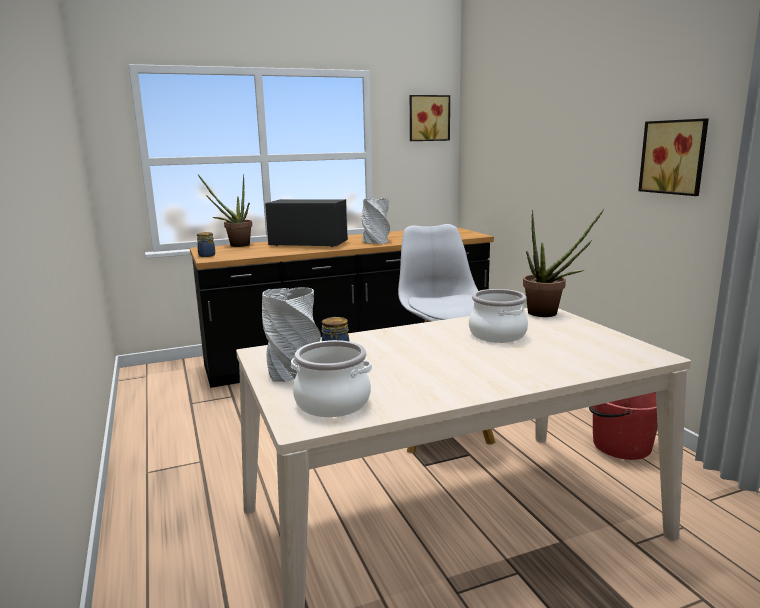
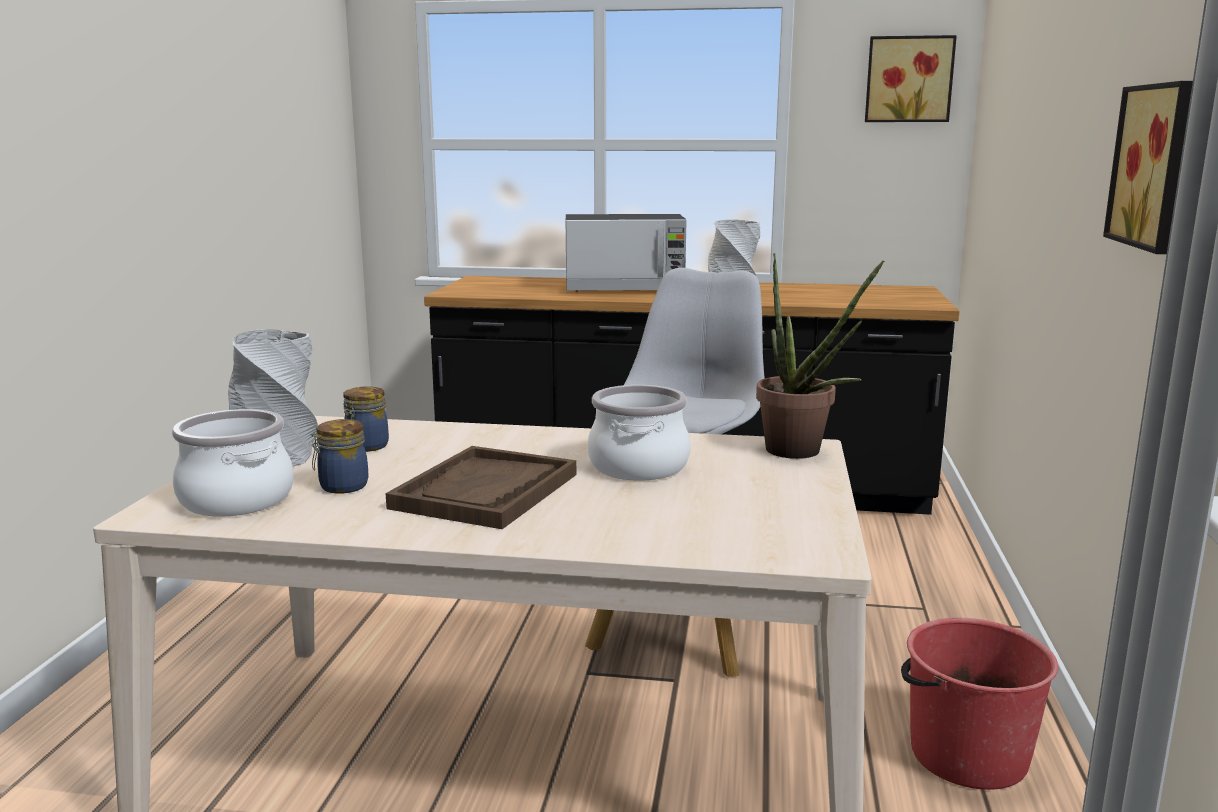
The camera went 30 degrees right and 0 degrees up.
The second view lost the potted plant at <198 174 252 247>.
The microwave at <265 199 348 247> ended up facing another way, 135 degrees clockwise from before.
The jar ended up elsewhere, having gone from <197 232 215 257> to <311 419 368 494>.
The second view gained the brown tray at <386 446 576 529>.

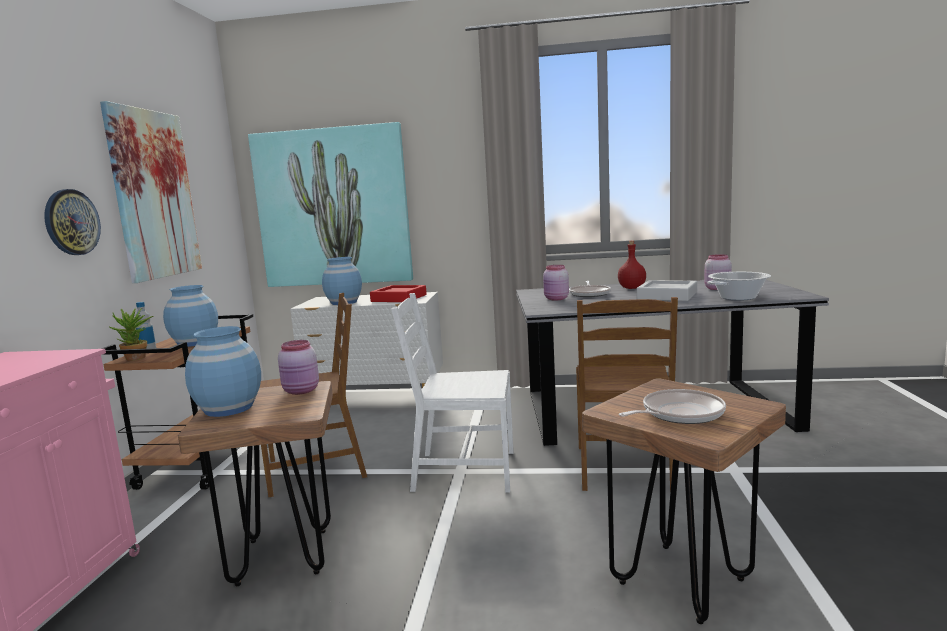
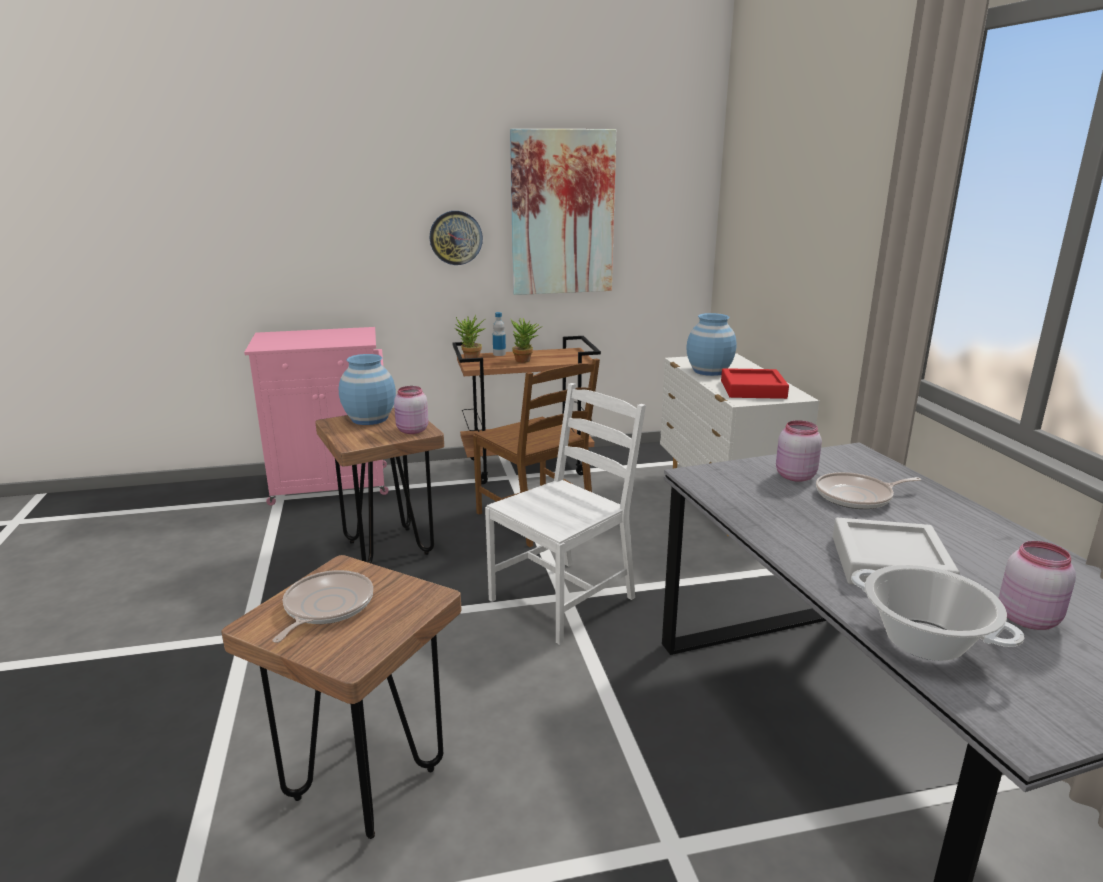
The camera went 70 degrees right and 10 degrees up.
The second view lost the picture at <248 122 413 287>.
The second view lost the red bottle at <618 241 646 289>.
Where the blue vase stood at <163 285 218 347>, the potted plant came to stand at <511 318 543 363>.
The white chair at <391 293 513 493> ended up facing another way, 60 degrees clockwise from before.
The second view lost the brown chair at <576 297 678 492>.
The frying pan at <618 389 726 424> ended up facing another way, 120 degrees counterclockwise from before.

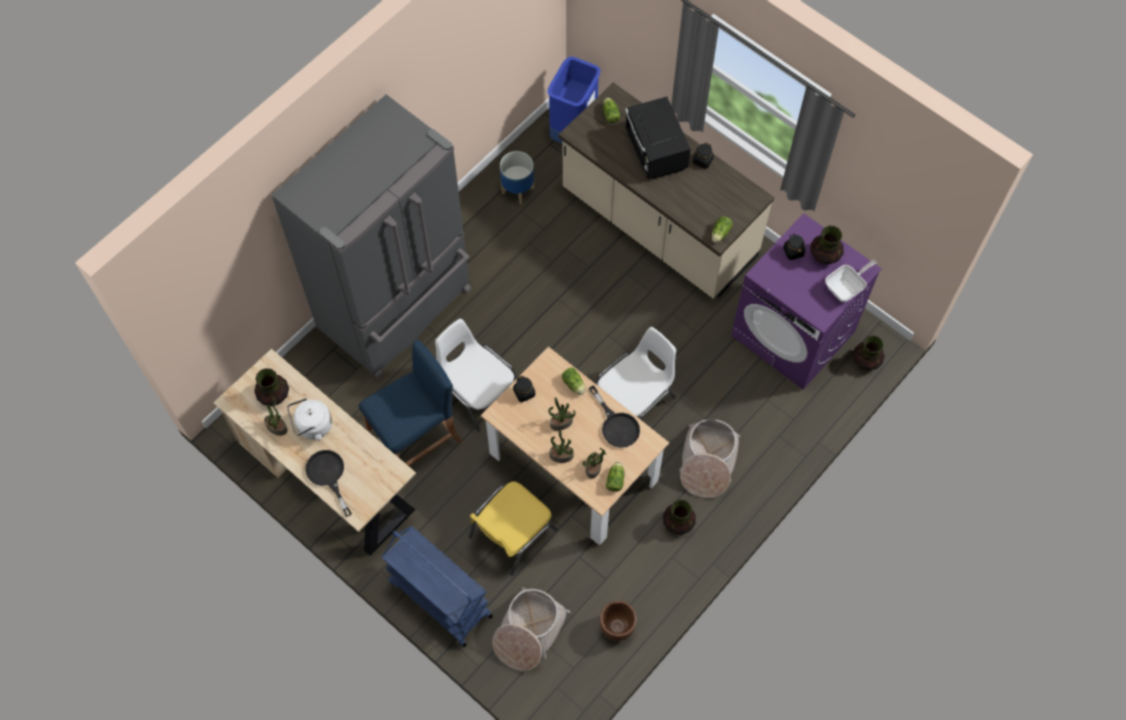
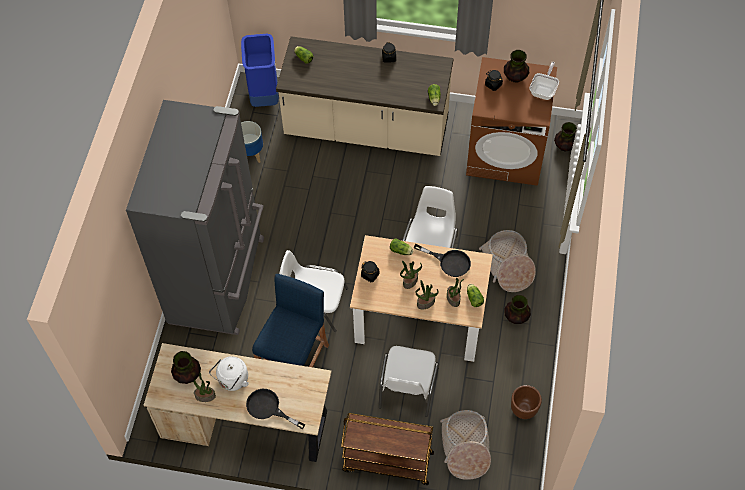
The camera went 30 degrees left and 5 degrees down.
The second view lost the black microwave at <625 97 691 179>.
What was the purple washing machine at <731 213 882 390> turned into the brown washing machine at <466 57 557 186>.
What was the yellow chair at <469 481 559 576> turned into the white chair at <379 346 439 417>.
What was the blue cart at <381 526 493 647> turned into the brown cart at <341 413 434 485>.

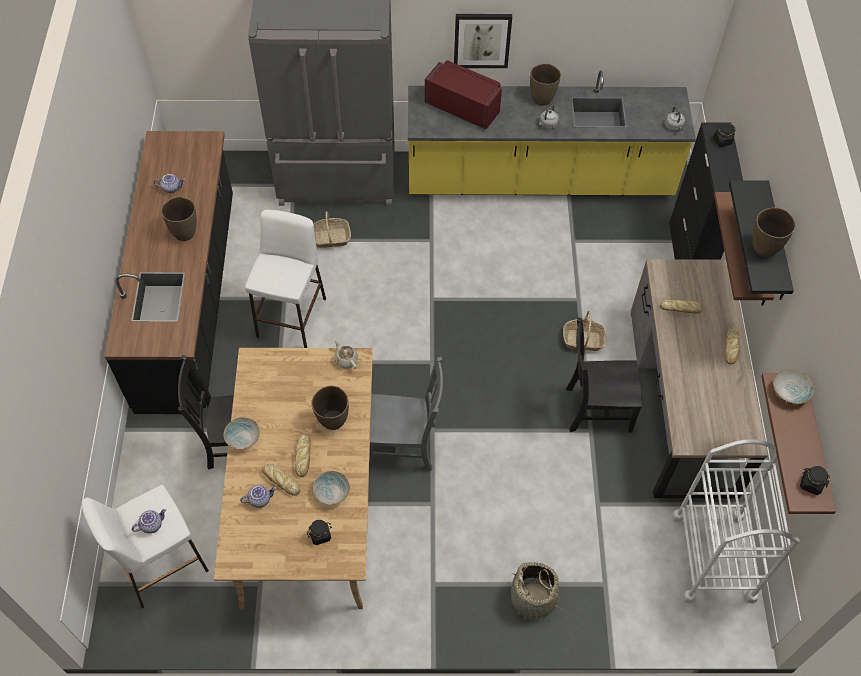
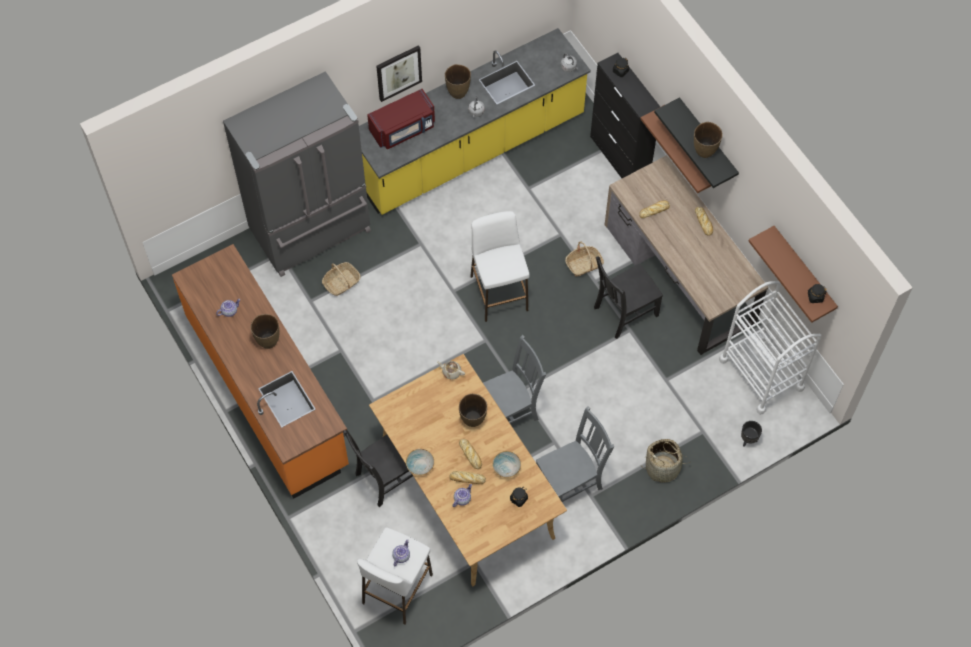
The camera went 30 degrees left and 5 degrees up.
The red microwave at <425 60 502 130> ended up facing another way, 150 degrees clockwise from before.
What was the black counter at <104 131 233 414> turned into the orange counter at <172 244 349 499>.
The white stool ended up elsewhere, having gone from <245 210 326 348> to <470 211 530 322>.
The second view lost the bowl at <774 369 814 404>.
The second view gained the grey chair at <536 406 614 502>.
The second view gained the black planter at <741 421 762 447>.

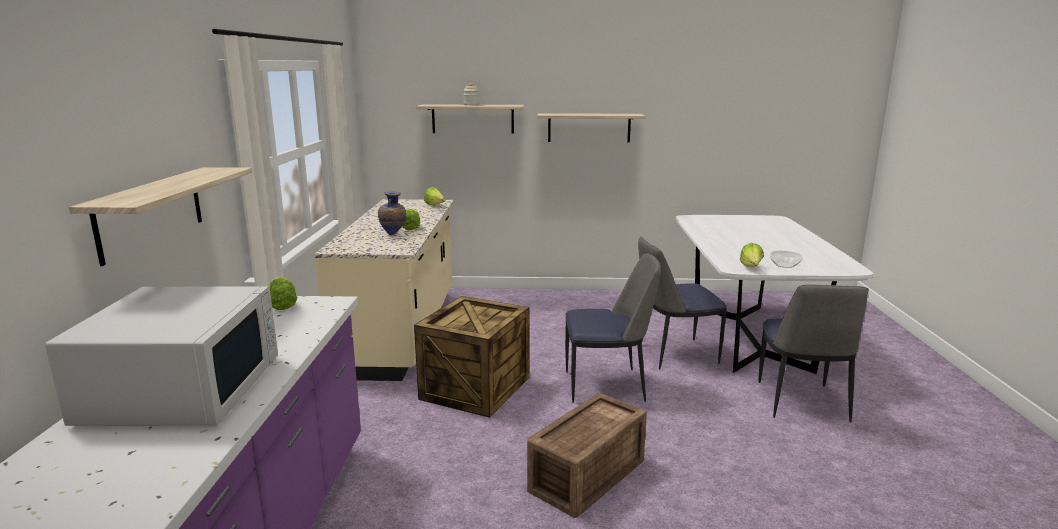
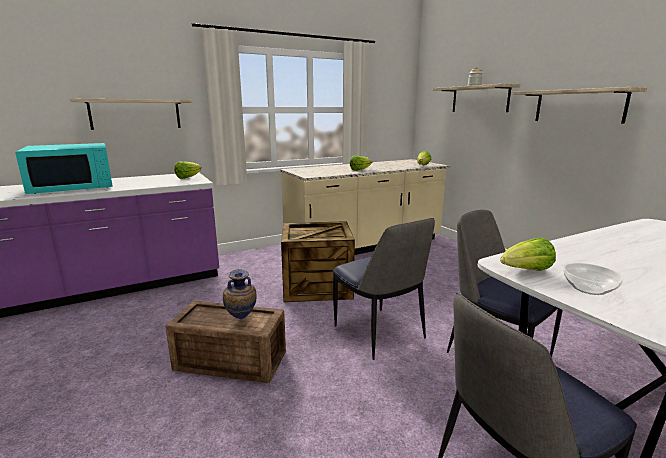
The camera went 60 degrees right and 0 degrees up.
The vase ended up elsewhere, having gone from <378 191 406 235> to <223 269 256 319>.
What was the white microwave at <45 287 278 426> turned into the turquoise microwave at <15 143 112 194>.

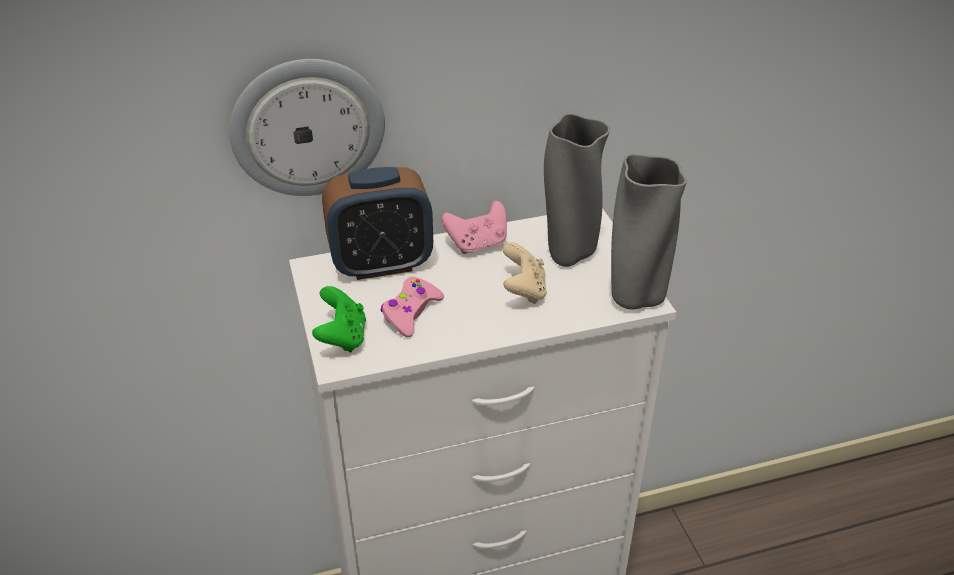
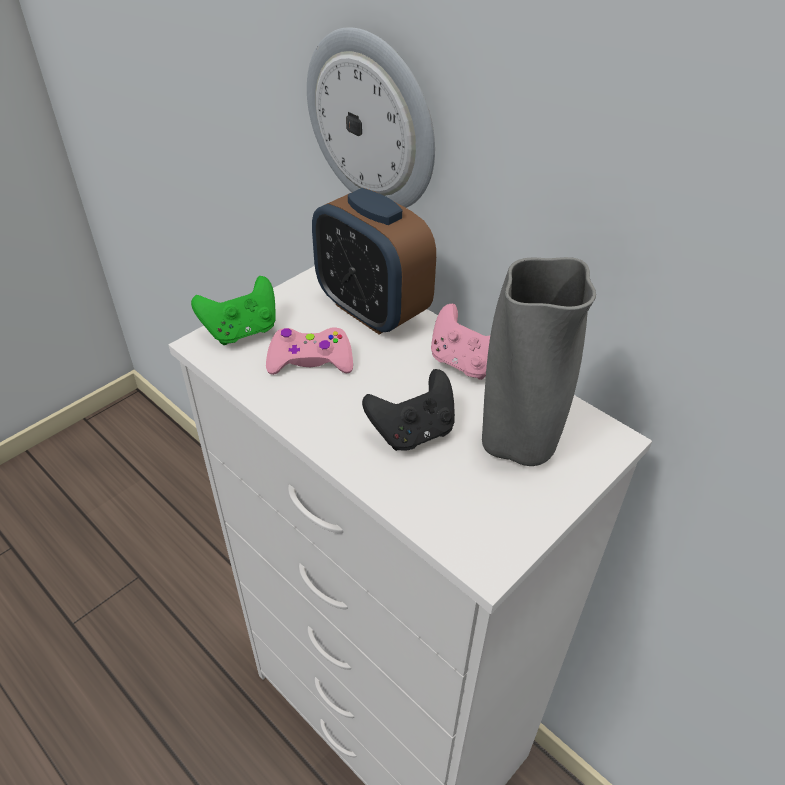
The camera went 60 degrees right and 5 degrees up.
The second view lost the grey vase at <611 154 687 310>.
What was the beige game controller at <503 242 547 304> turned into the black game controller at <362 369 455 451>.

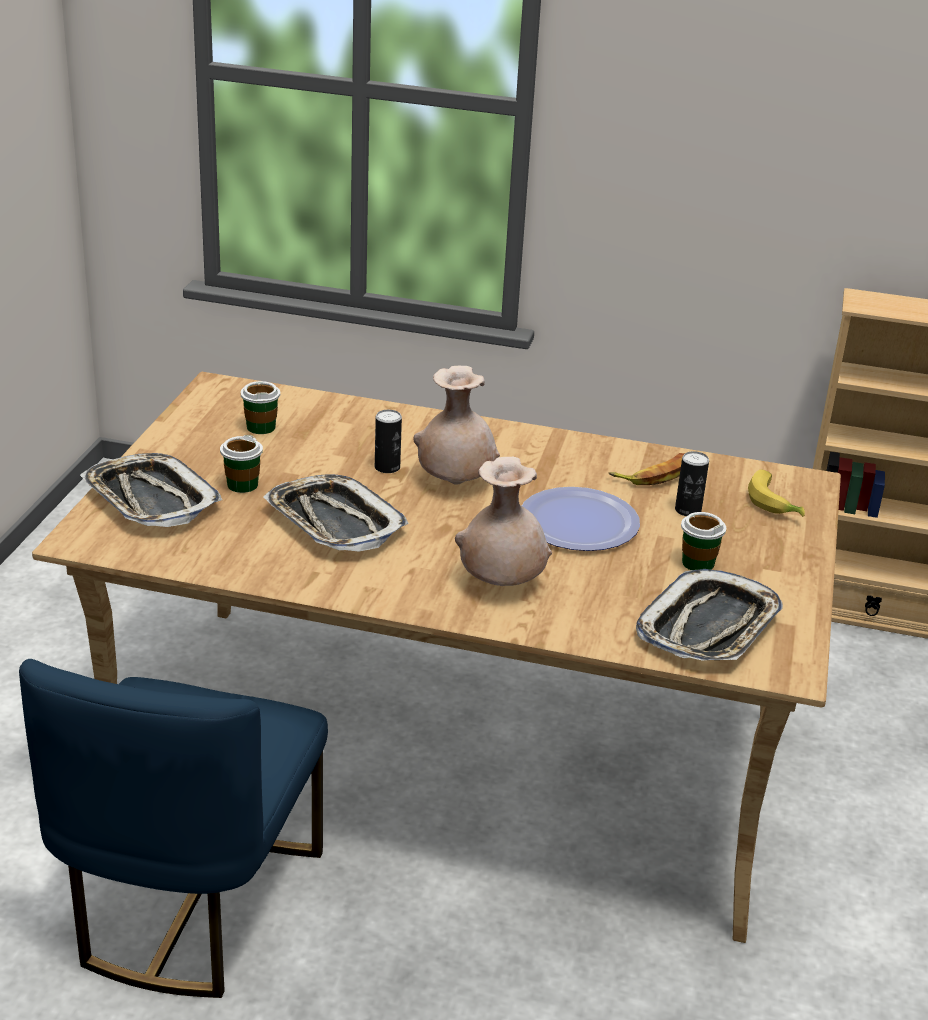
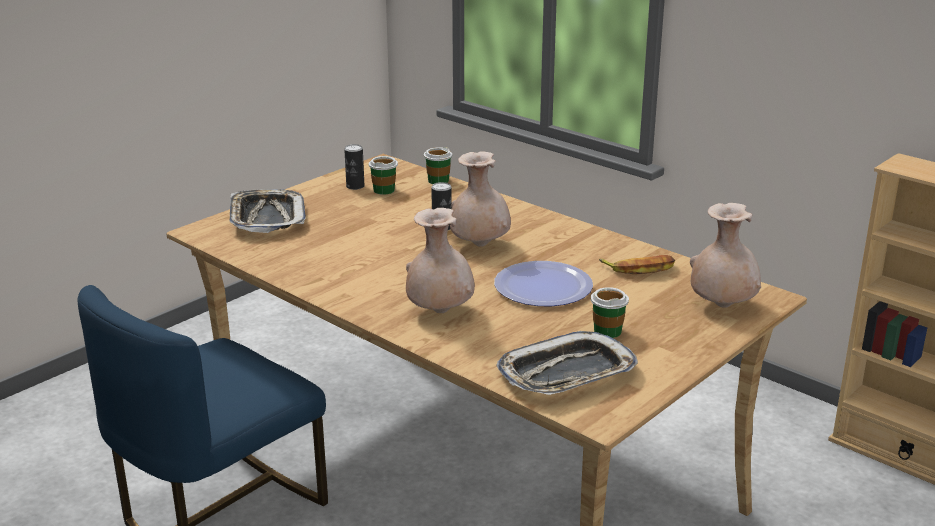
The camera went 30 degrees right and 5 degrees down.
The cup ended up elsewhere, having gone from <220 435 263 493> to <424 147 452 184>.
The can ended up elsewhere, having gone from <675 451 709 516> to <344 144 365 190>.
Where the banana stood at <748 470 805 517>, the beige vase came to stand at <690 203 761 308>.
The second view lost the tray at <264 474 409 552>.

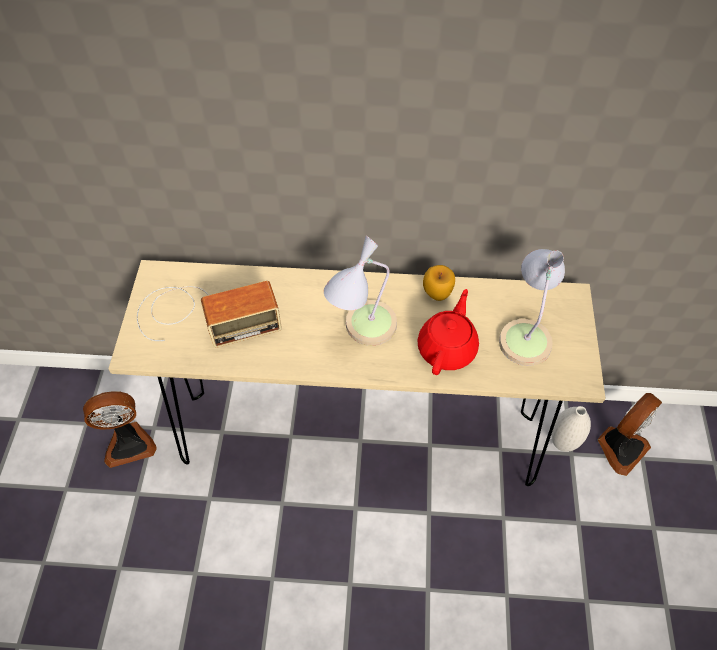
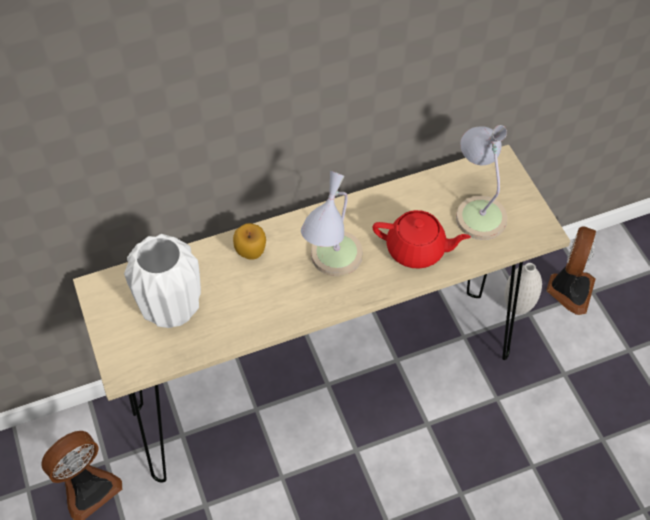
The camera went 25 degrees left and 0 degrees up.
The apple ended up elsewhere, having gone from <423 265 455 301> to <233 223 266 260>.
Where the radio stood at <137 281 282 348>, the white vase came to stand at <124 234 201 328>.
The red teapot at <418 289 479 375> ended up facing another way, 105 degrees clockwise from before.

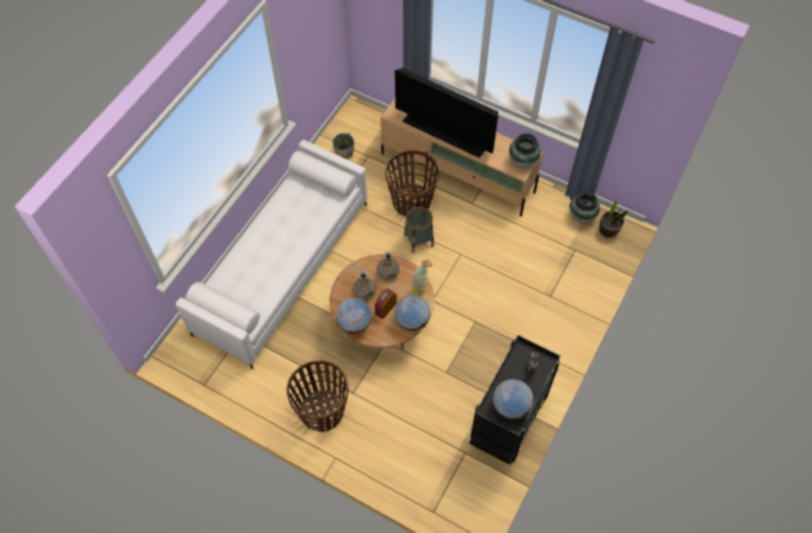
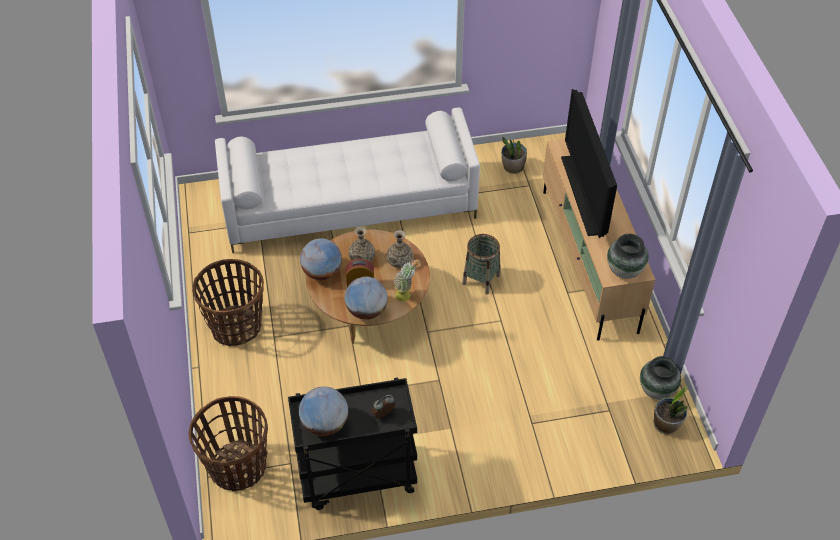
The camera went 50 degrees right and 10 degrees down.
The basket ended up elsewhere, having gone from <385 150 439 216> to <188 396 268 491>.

